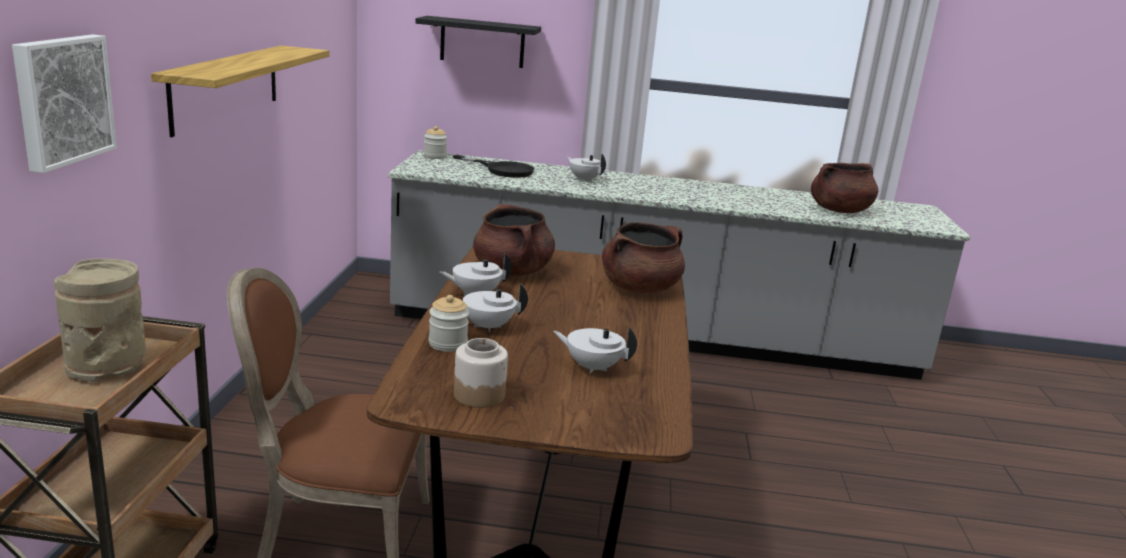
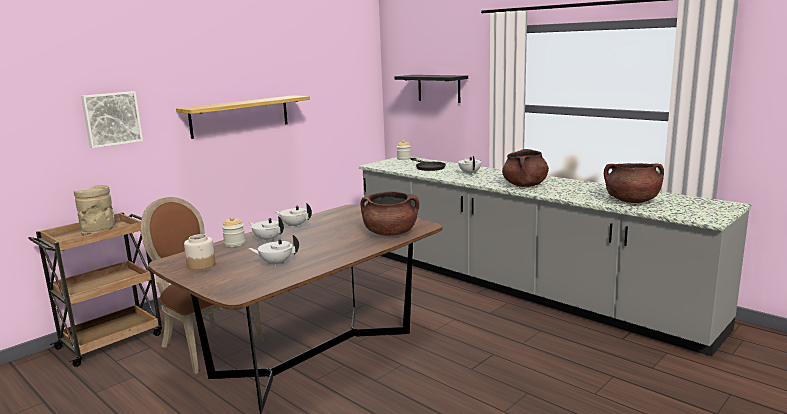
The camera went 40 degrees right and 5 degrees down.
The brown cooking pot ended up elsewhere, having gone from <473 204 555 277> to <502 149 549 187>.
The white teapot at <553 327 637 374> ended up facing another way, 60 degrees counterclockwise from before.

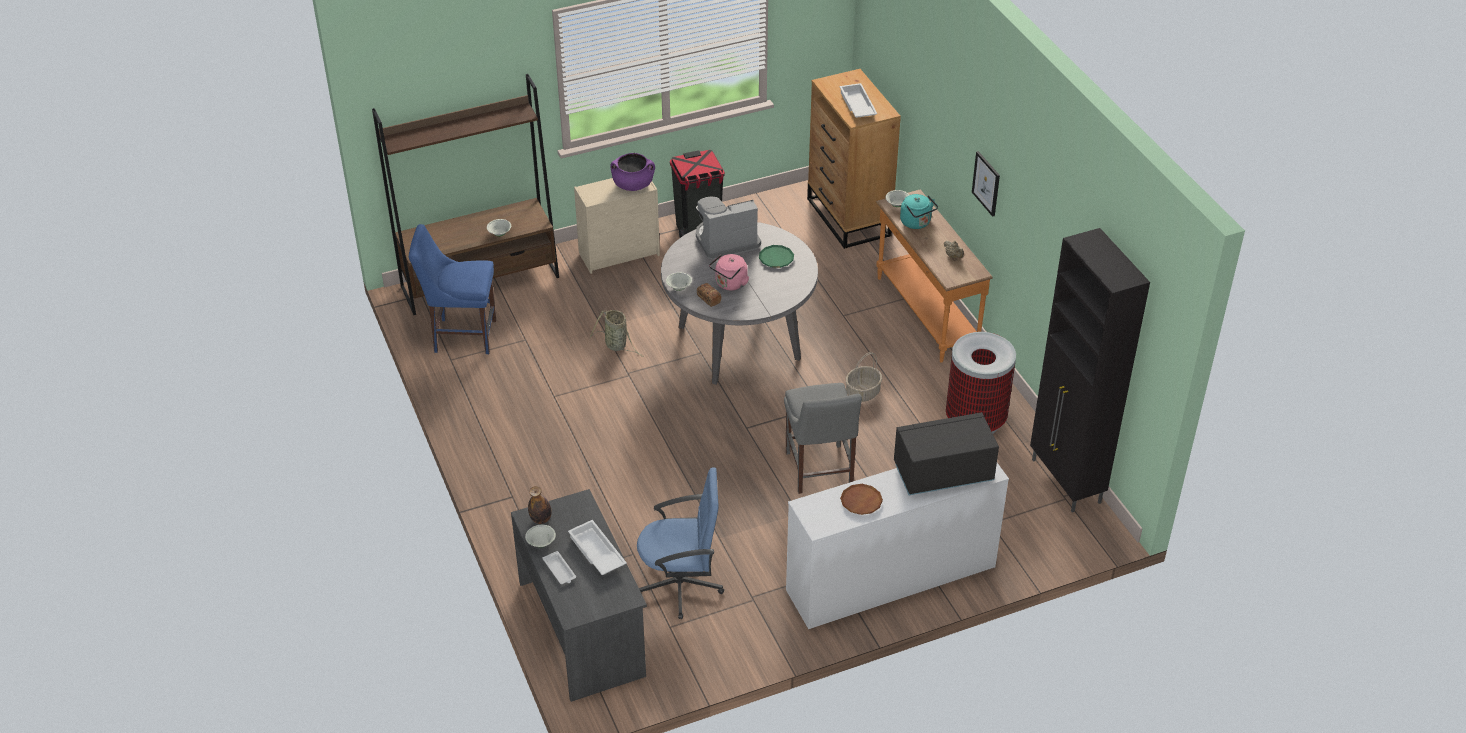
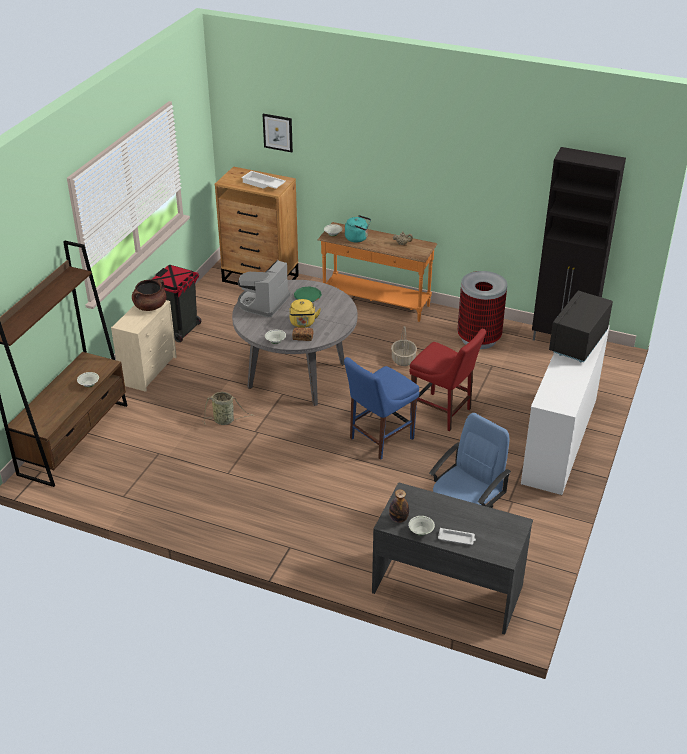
The camera went 45 degrees left and 5 degrees down.
The picture ended up elsewhere, having gone from <972 151 1000 217> to <262 114 293 152>.
What was the purple cooking pot at <610 153 655 191> turned into the brown cooking pot at <132 279 166 311>.
The blue chair ended up elsewhere, having gone from <409 224 496 354> to <344 357 419 460>.
What was the pink kettle at <709 254 749 291> turned into the yellow kettle at <289 299 321 328>.
What was the grey chair at <784 383 862 494> turned into the red chair at <409 329 486 431>.
The second view lost the brown plate at <840 484 883 515>.
The second view lost the white tray at <568 520 627 575>.

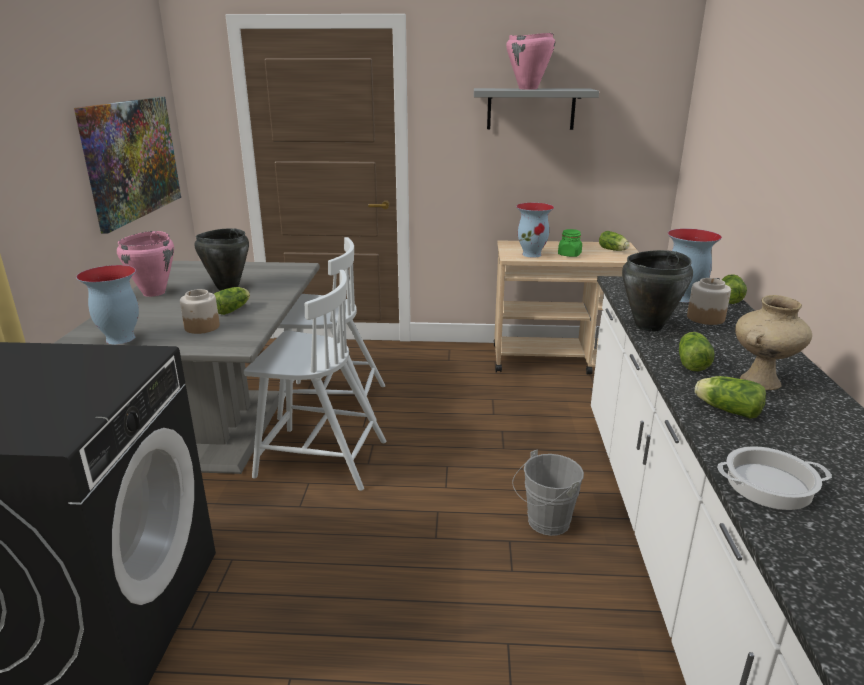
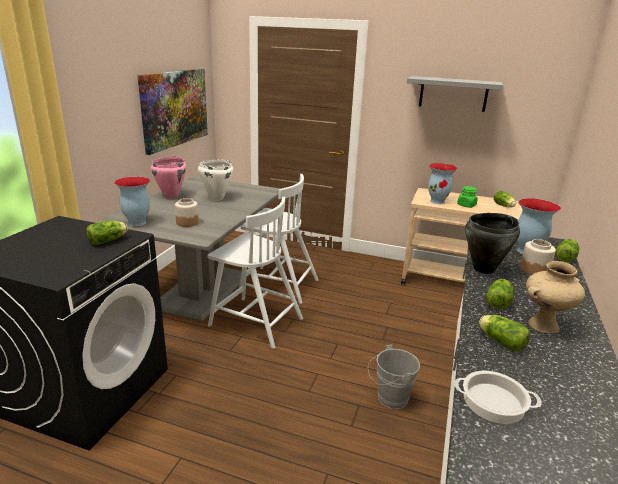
The camera went 15 degrees right and 0 degrees up.
The second view lost the pink cooking pot at <506 33 555 90>.
What was the black cooking pot at <194 228 249 291> turned into the white cooking pot at <198 160 233 201>.
The lettuce ended up elsewhere, having gone from <214 287 250 315> to <87 221 128 245>.

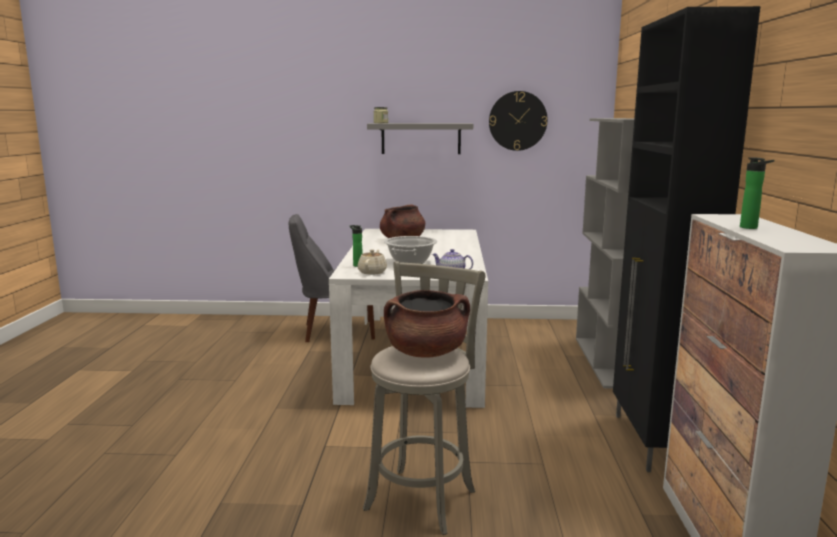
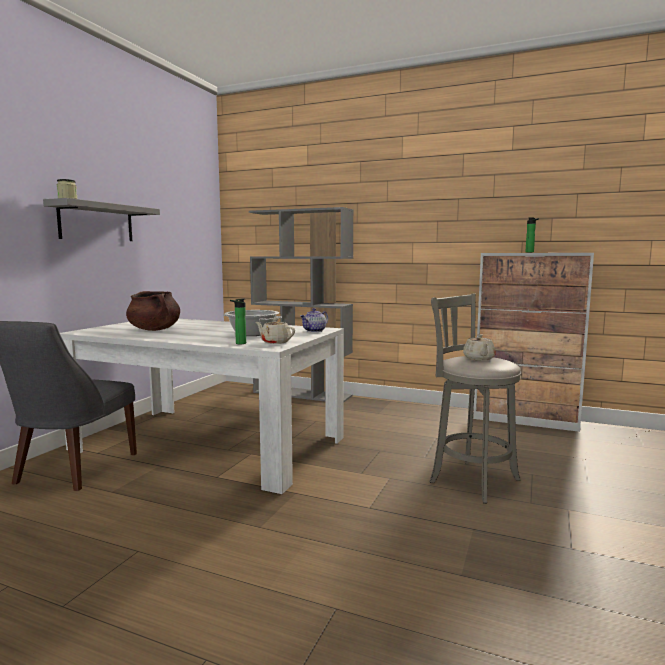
The camera went 70 degrees left and 5 degrees down.
The second view lost the black cabinet at <613 6 760 472>.
The second view lost the wall clock at <489 91 548 151>.
Where the brown cooking pot stood at <384 290 470 358>, the beige teapot came to stand at <463 334 496 361>.

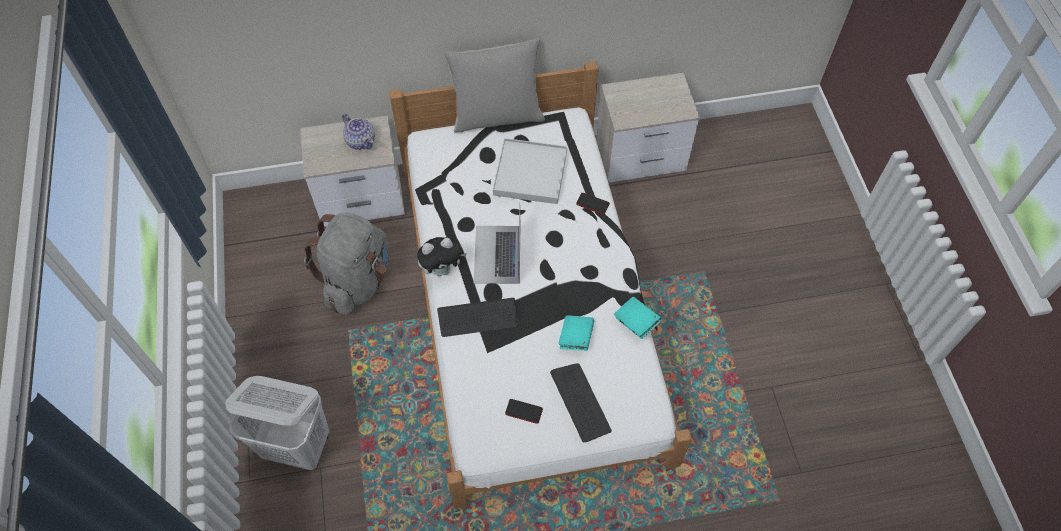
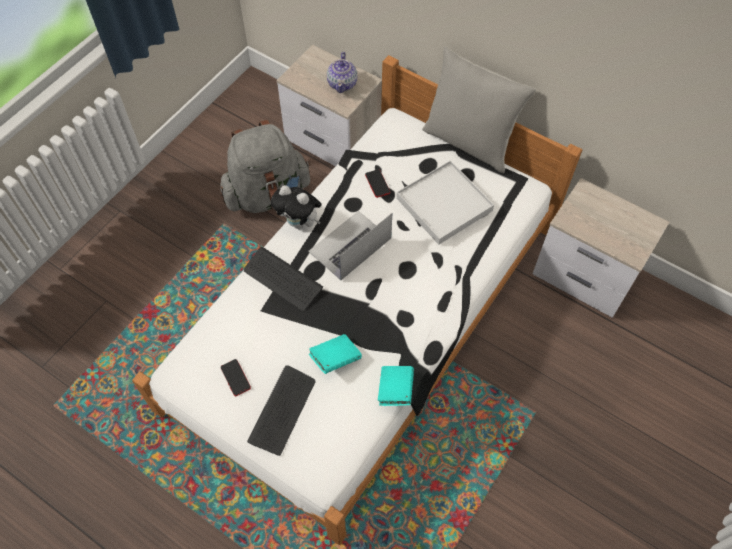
The camera went 45 degrees right and 0 degrees up.
The phone ended up elsewhere, having gone from <576 193 610 215> to <365 169 390 198>.
The second view lost the white laundry basket at <225 376 329 470>.

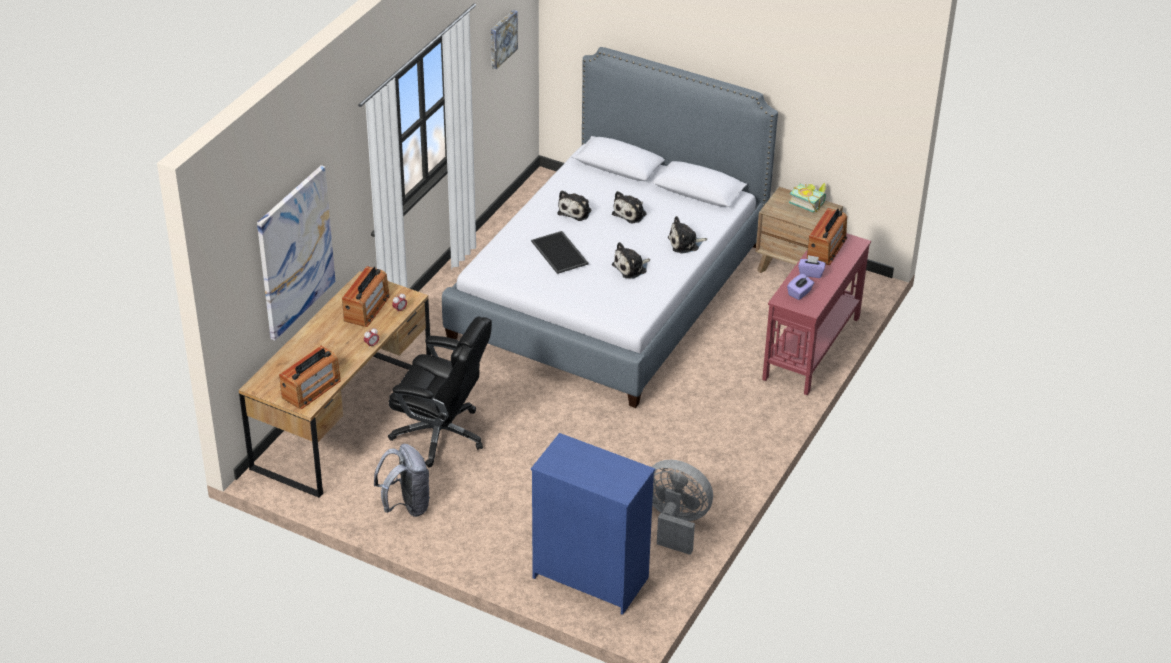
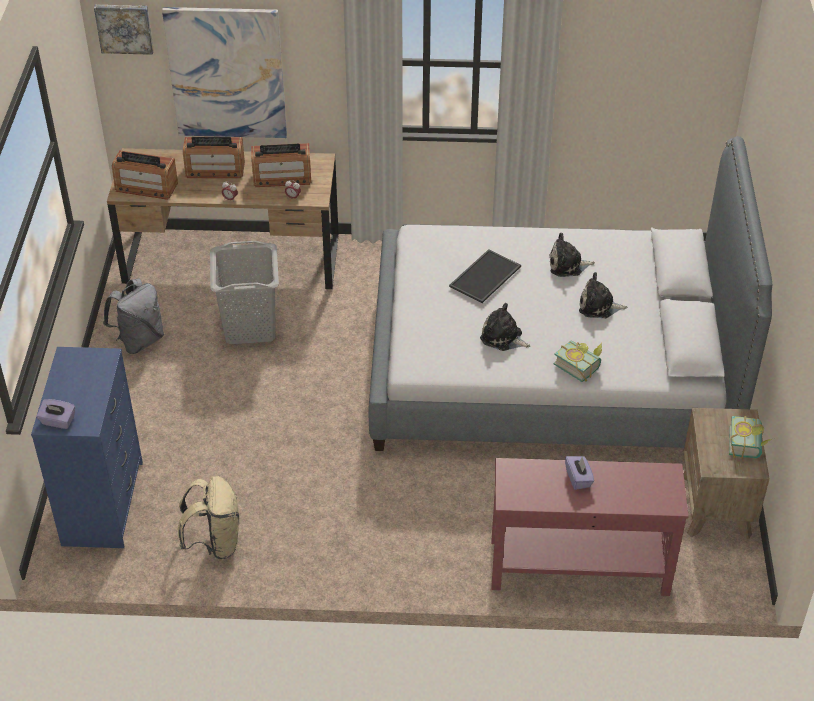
The camera went 65 degrees right and 5 degrees up.
The picture ended up elsewhere, having gone from <491 10 518 69> to <94 5 154 55>.
The radio ended up elsewhere, having gone from <807 208 847 265> to <183 137 245 178>.
Where the plush toy stood at <668 216 707 253>, the book came to stand at <554 340 602 382>.
The purple tissue box ended up elsewhere, having gone from <787 274 814 300> to <37 399 75 429>.
Where the black office chair stood at <388 316 492 468>, the grey laundry basket came to stand at <210 241 279 344>.
Where the grey fan stood at <652 460 713 555>, the beige backpack came to stand at <178 476 239 559>.

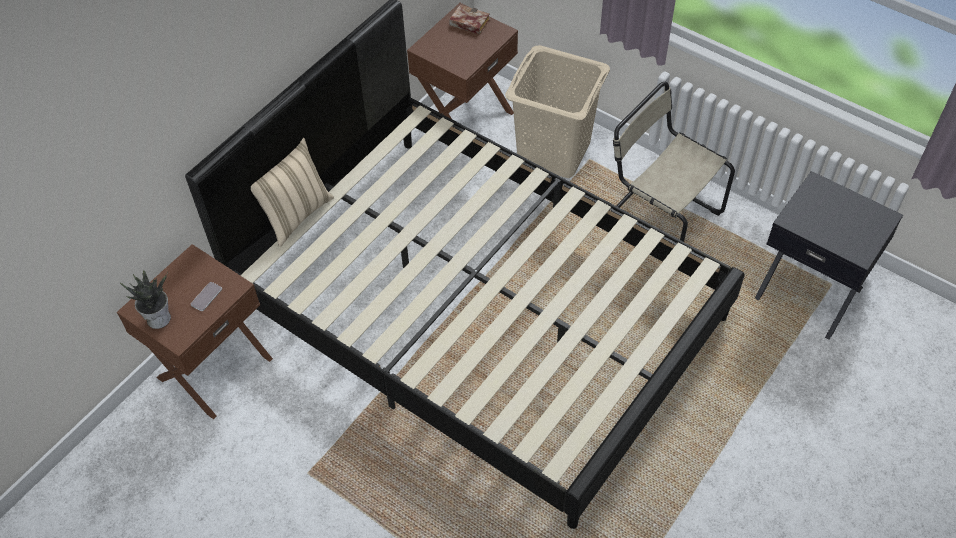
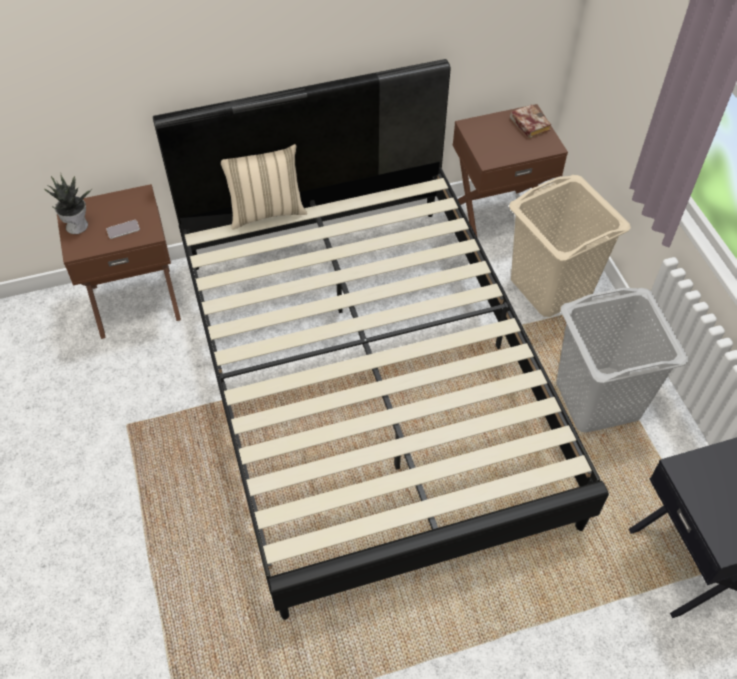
The camera went 35 degrees right and 0 degrees up.
Where the beige chair stood at <613 82 735 242>, the grey laundry basket came to stand at <556 288 688 433>.

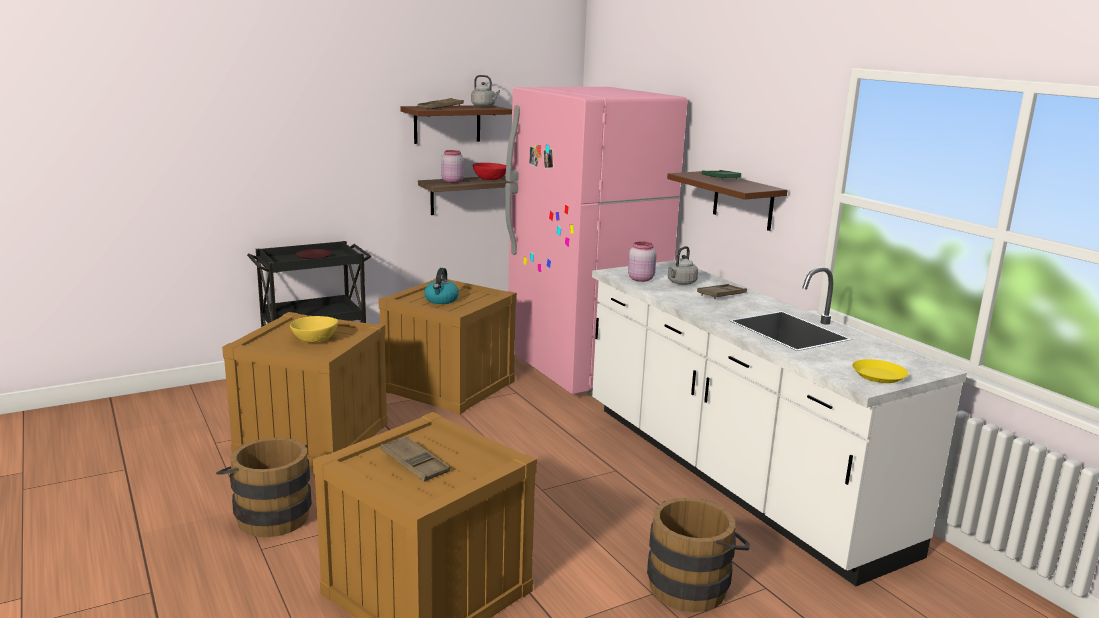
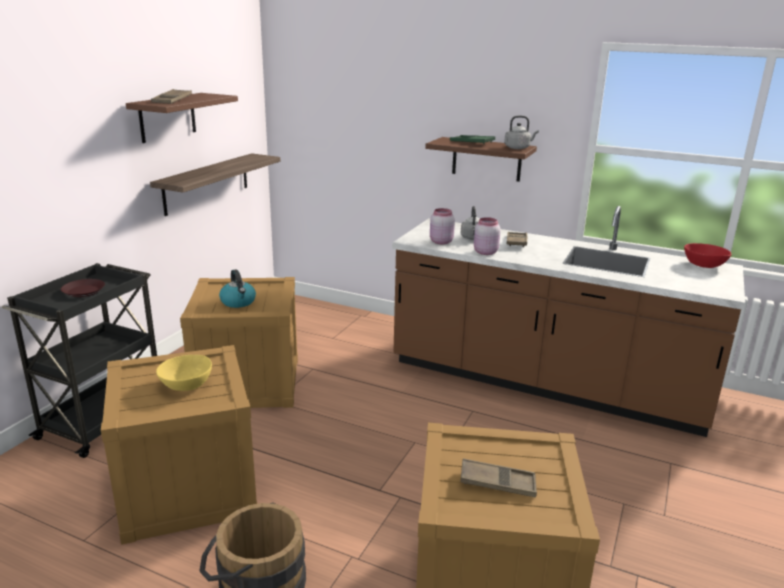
The camera went 35 degrees left and 5 degrees up.
The grey kettle ended up elsewhere, having gone from <471 75 500 107> to <504 116 539 149>.
The second view lost the pink fridge at <505 87 687 394>.
The pink jar ended up elsewhere, having gone from <441 150 464 183> to <474 217 501 255>.
The red bowl ended up elsewhere, having gone from <473 163 506 180> to <684 243 732 268>.
What was the white counter at <592 260 967 586> turned into the brown counter at <392 206 745 437>.
The second view lost the yellow plate at <852 359 909 383>.
The second view lost the brown bucket at <647 498 750 612>.

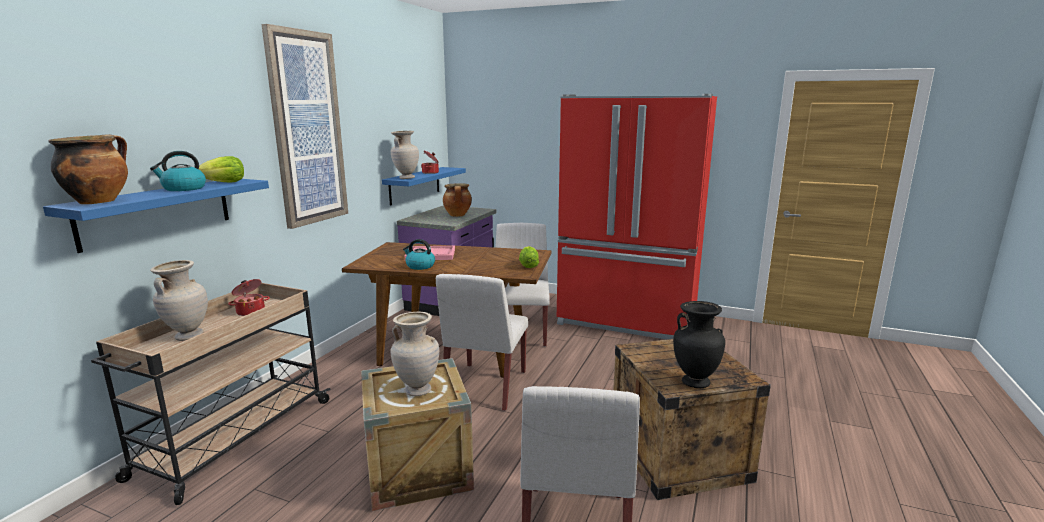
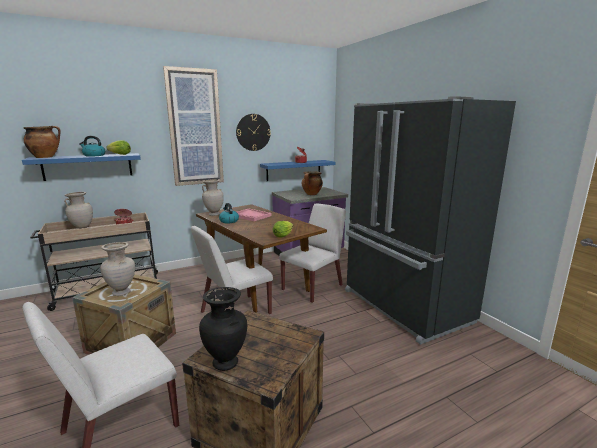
The camera went 40 degrees right and 0 degrees up.
What was the red fridge at <557 94 717 339> turned into the black fridge at <345 96 516 345>.
The beige vase ended up elsewhere, having gone from <391 131 419 179> to <202 179 224 216>.
The second view gained the wall clock at <236 114 271 151>.

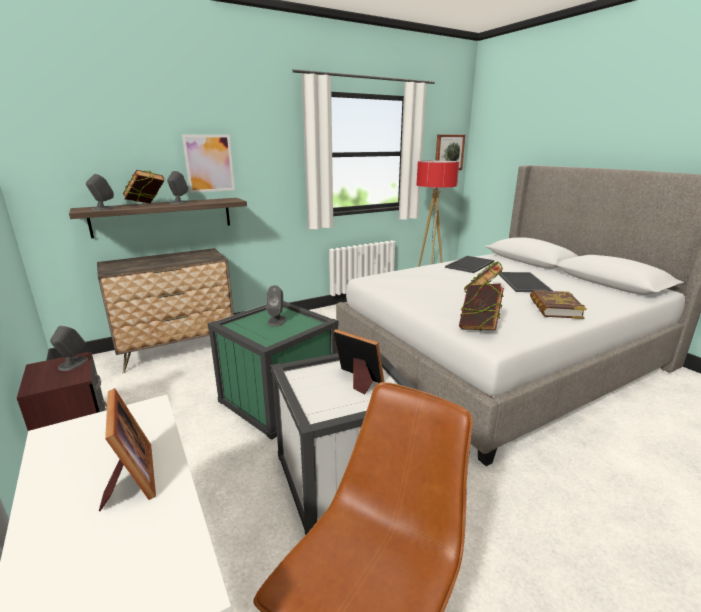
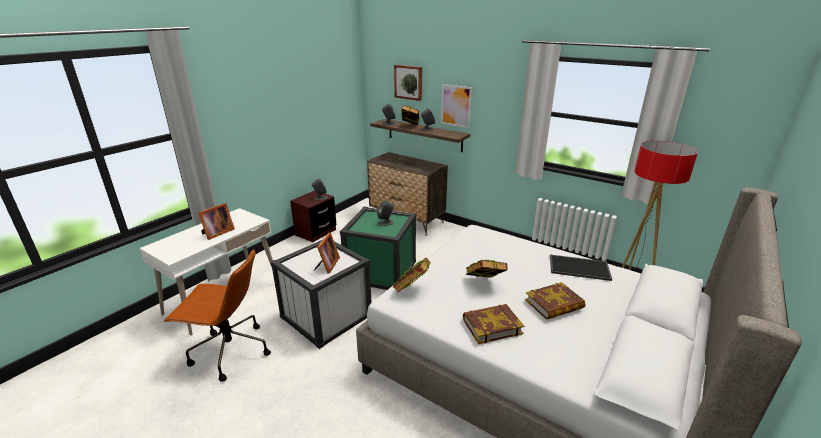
The camera went 65 degrees right and 5 degrees up.
The picture ended up elsewhere, having gone from <435 134 465 170> to <394 65 422 101>.
Where the tray stood at <499 272 553 292>, the book came to stand at <525 282 586 320>.

